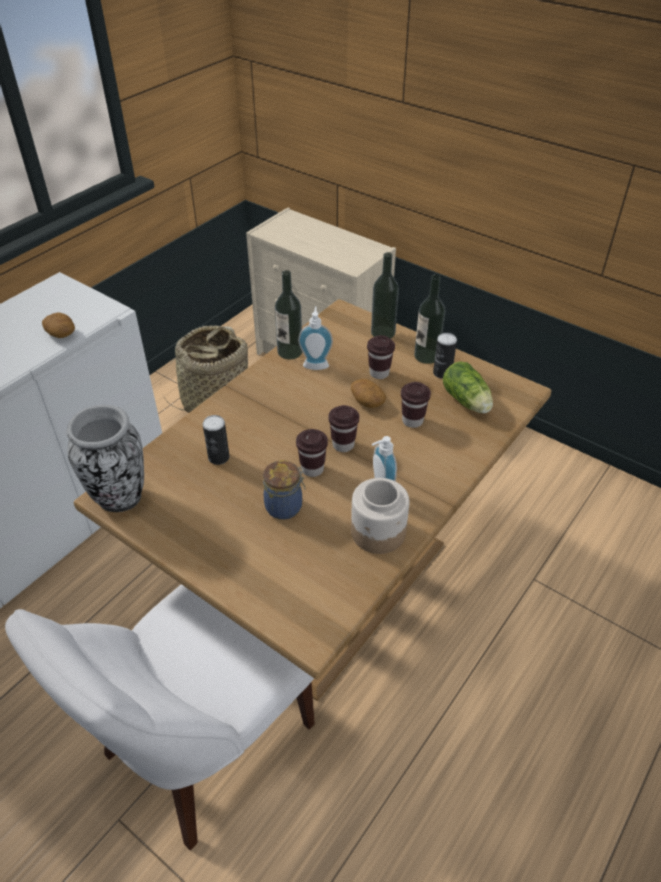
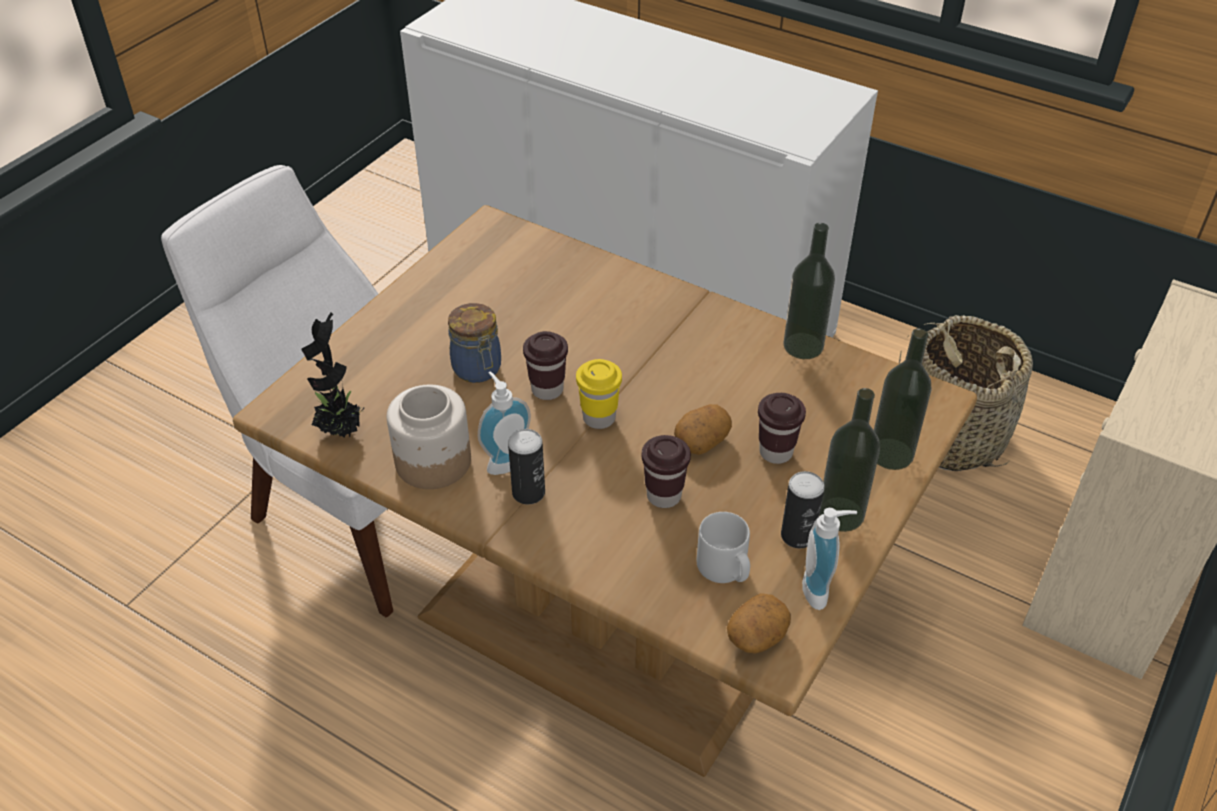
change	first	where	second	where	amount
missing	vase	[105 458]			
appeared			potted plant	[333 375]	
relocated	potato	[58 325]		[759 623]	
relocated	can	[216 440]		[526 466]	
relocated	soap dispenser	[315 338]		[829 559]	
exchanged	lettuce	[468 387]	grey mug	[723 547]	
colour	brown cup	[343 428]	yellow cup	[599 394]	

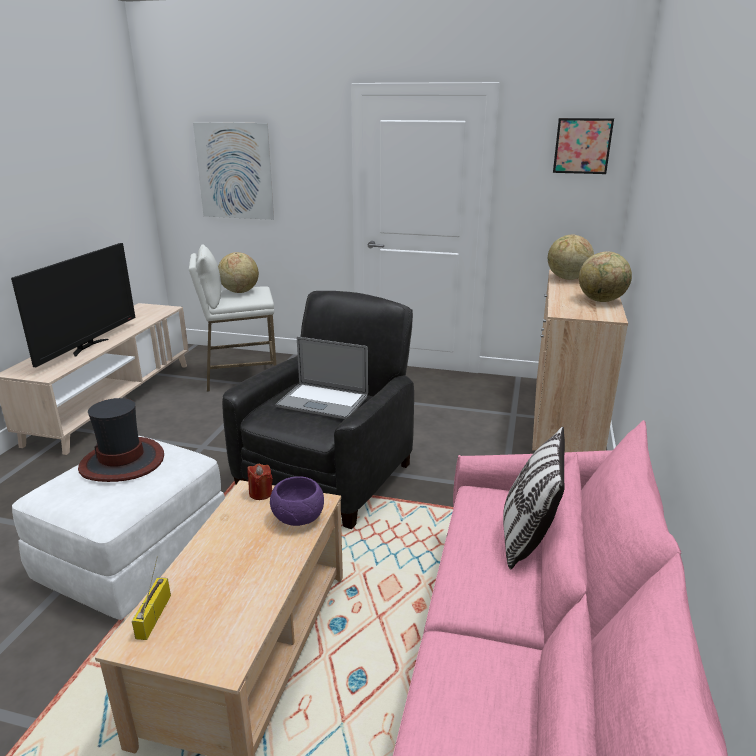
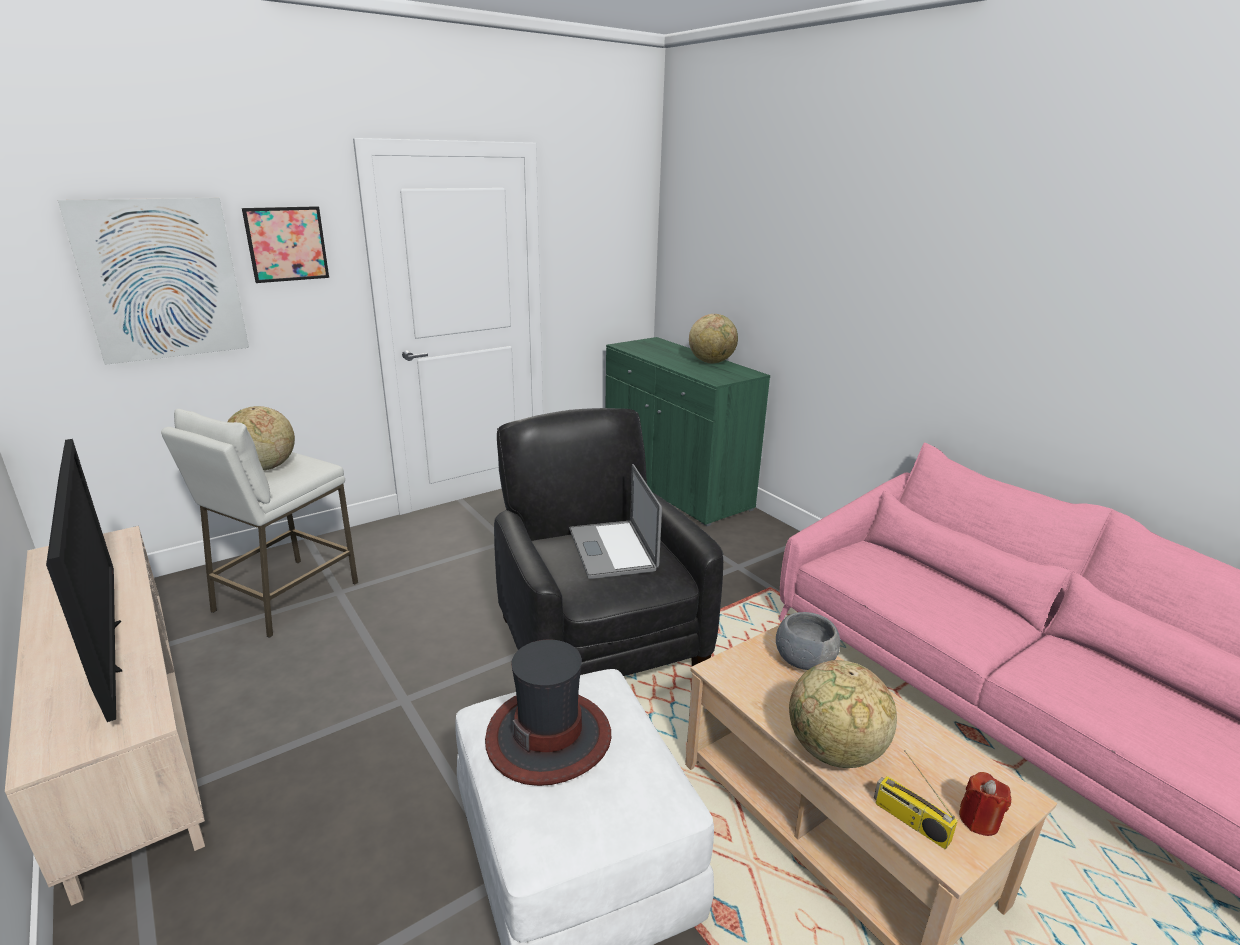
change	first	where	second	where	amount
missing	pillow	[534 498]			
relocated	red candle	[260 482]		[985 804]	
relocated	globe	[571 257]		[843 714]	
relocated	picture	[583 146]		[285 244]	
colour	purple bowl	[297 501]	grey bowl	[808 641]	
colour	beige cabinet	[580 361]	green cabinet	[687 431]	
spun	laptop	[321 377]		[615 521]	105 degrees clockwise

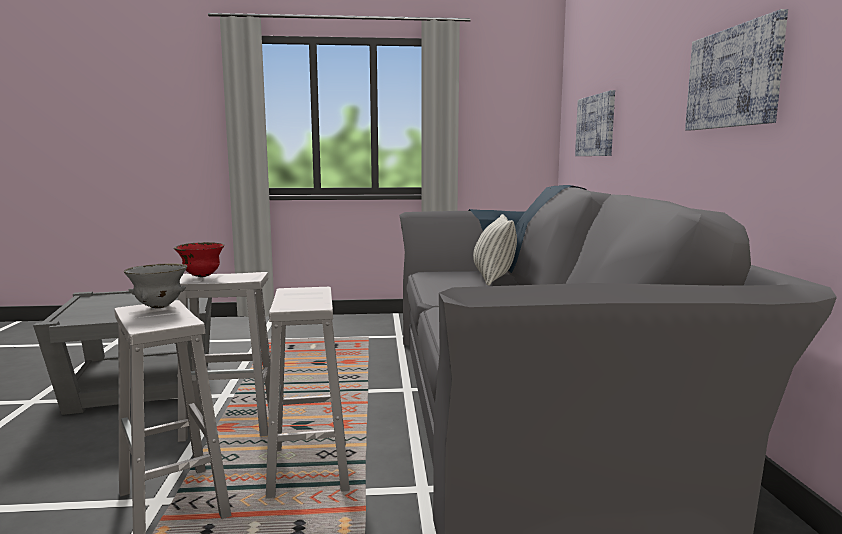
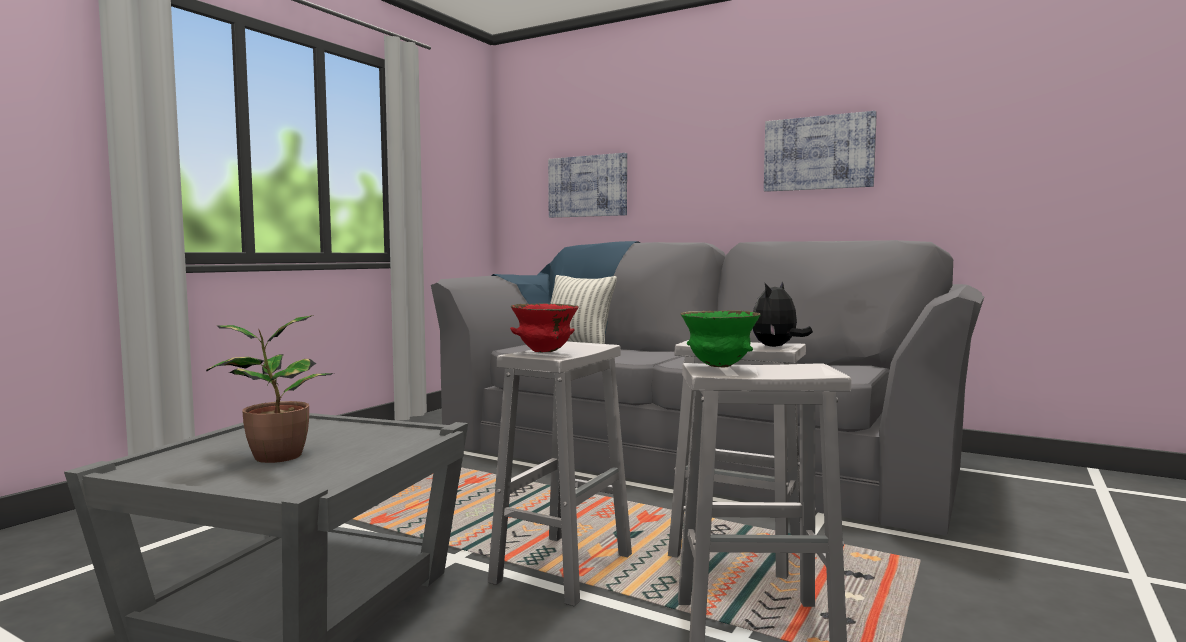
change	first	where	second	where	amount
appeared			potted plant	[269 389]	
appeared			plush toy	[783 314]	
colour	grey bowl	[155 285]	green bowl	[720 339]	

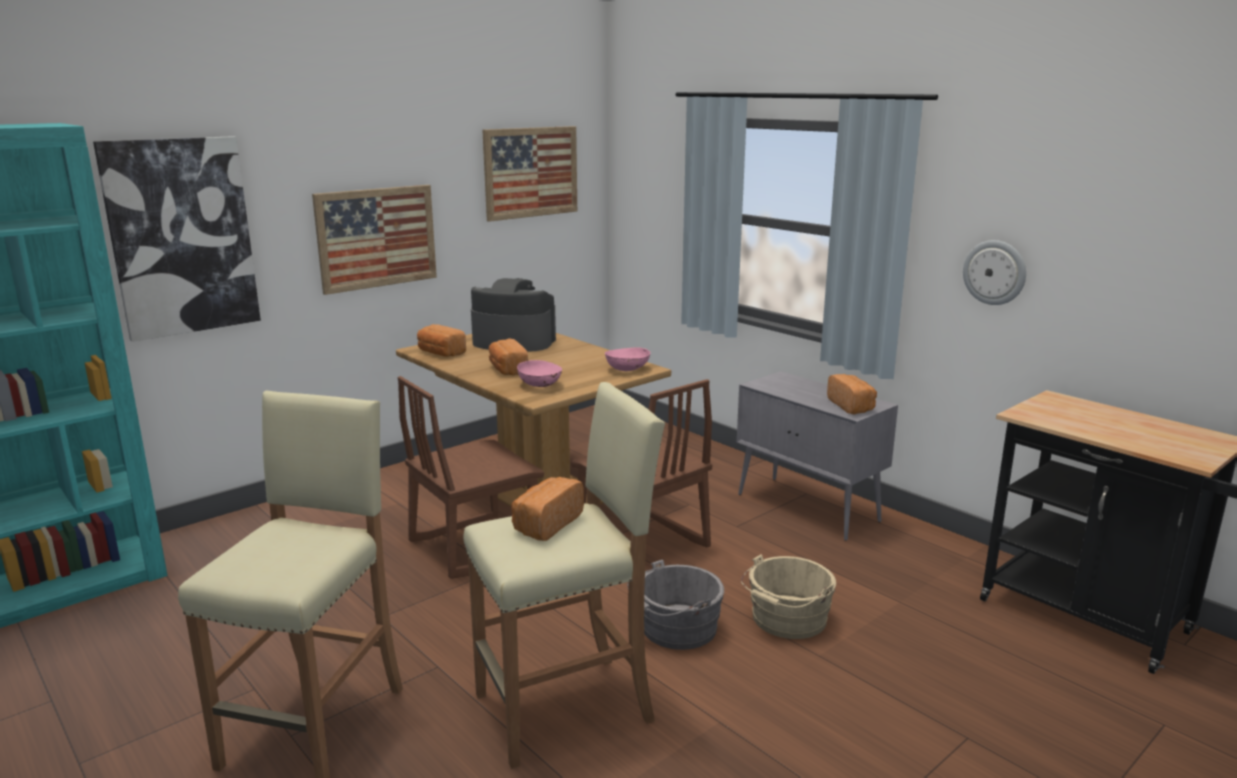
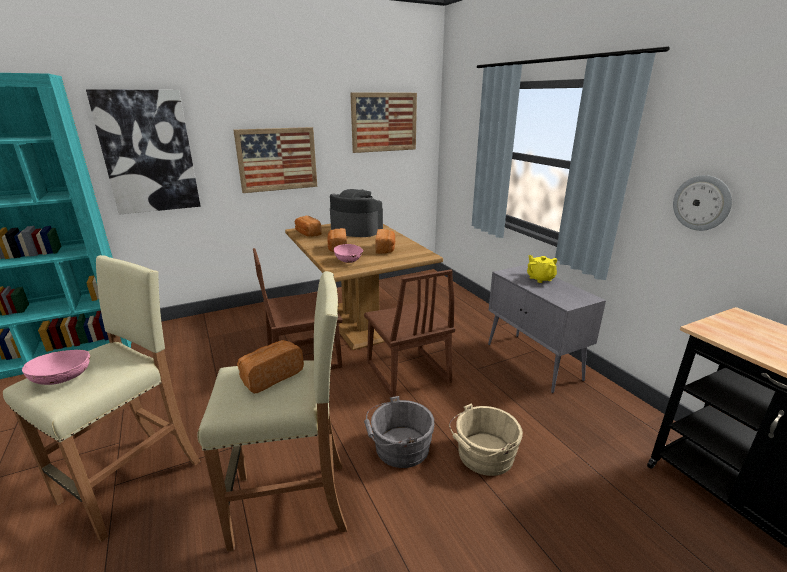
change	first	where	second	where	amount
appeared			yellow teapot	[542 269]	
relocated	pink bowl	[627 359]		[56 367]	
relocated	bread	[852 394]		[385 241]	

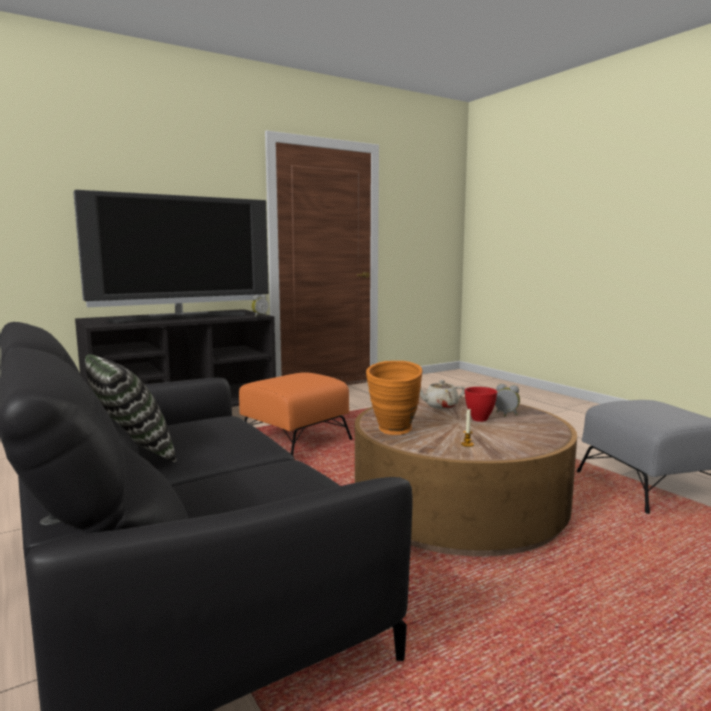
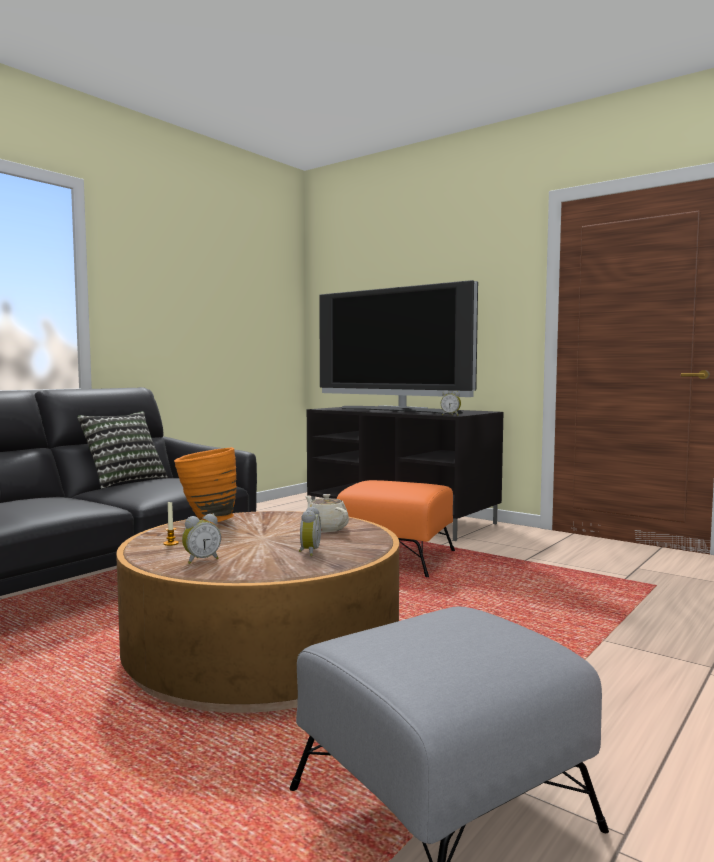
change	first	where	second	where	amount
missing	red bowl	[481 404]			
appeared			alarm clock	[201 539]	

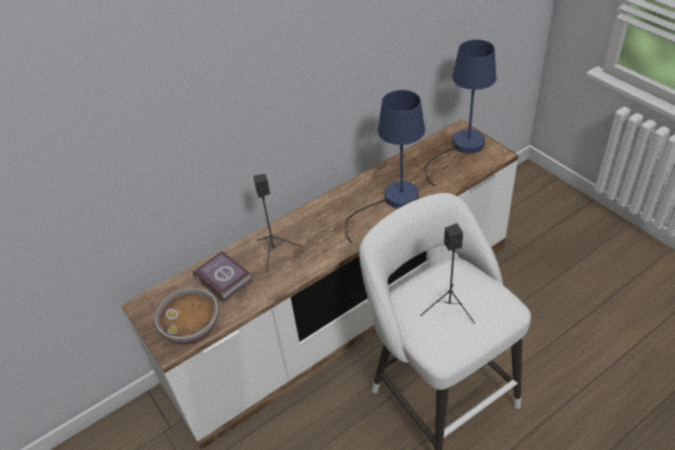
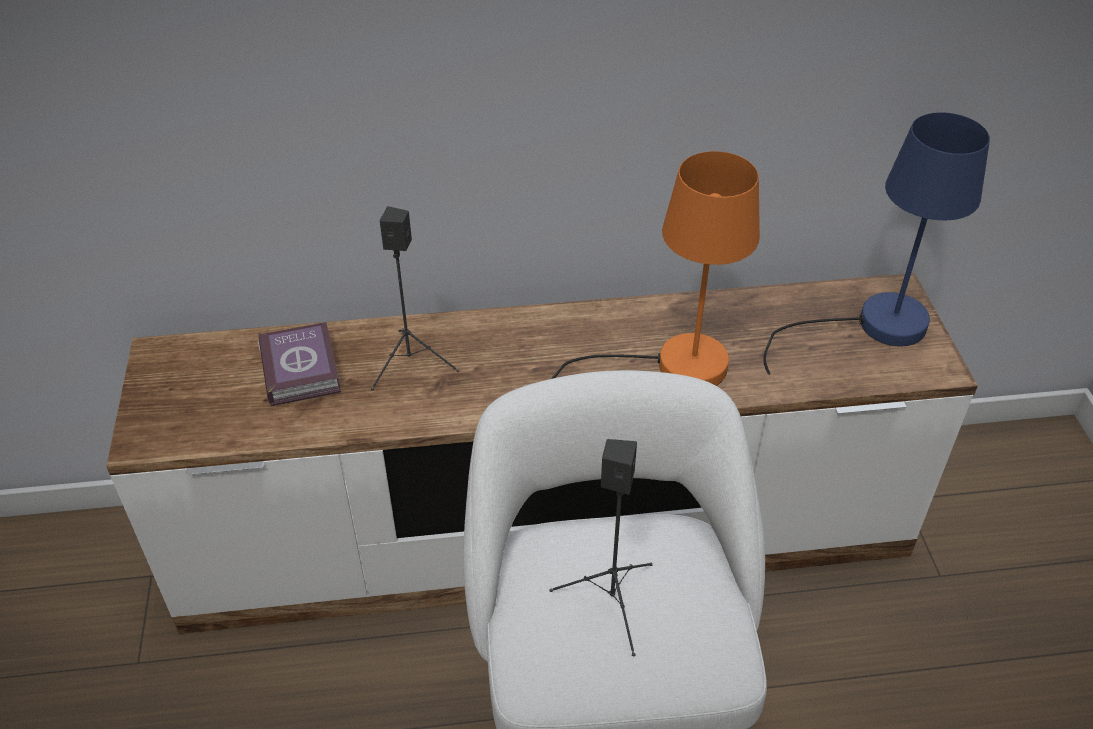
change	first	where	second	where	amount
missing	bowl	[187 316]			
colour	blue table lamp	[385 166]	orange table lamp	[655 268]	

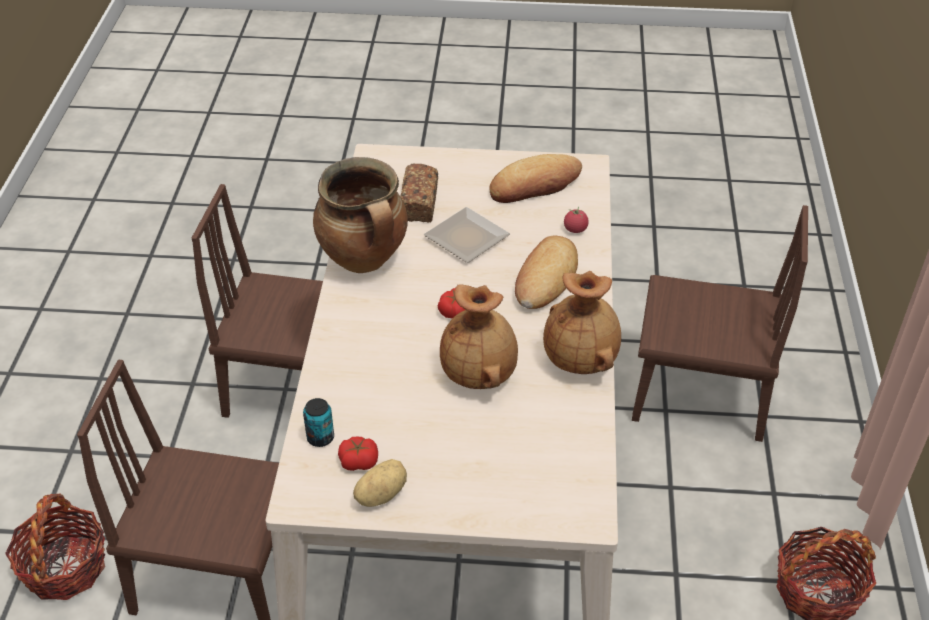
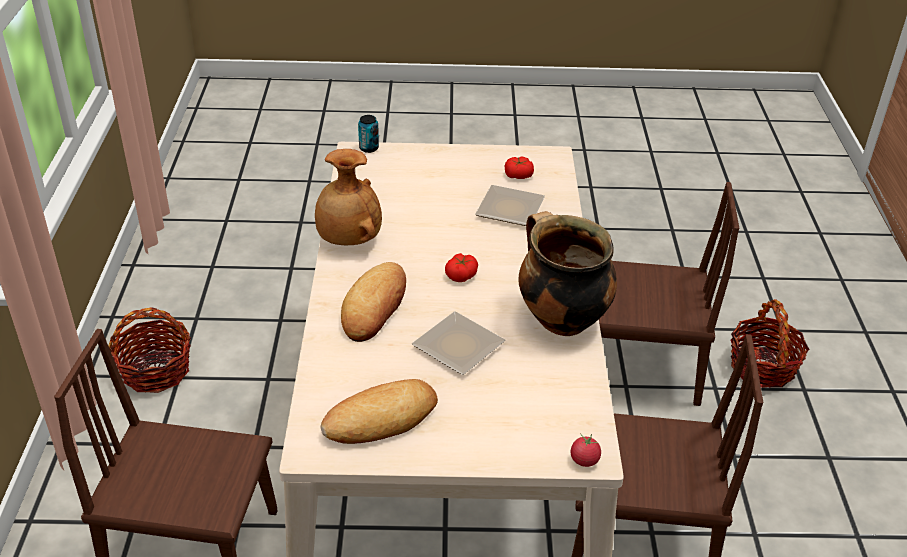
change	first	where	second	where	amount
missing	potato	[380 483]			
missing	bread	[419 193]			
missing	brown vase	[479 336]			
appeared			plate	[510 205]	
relocated	can	[318 422]		[368 134]	
relocated	tomato	[576 220]		[586 450]	

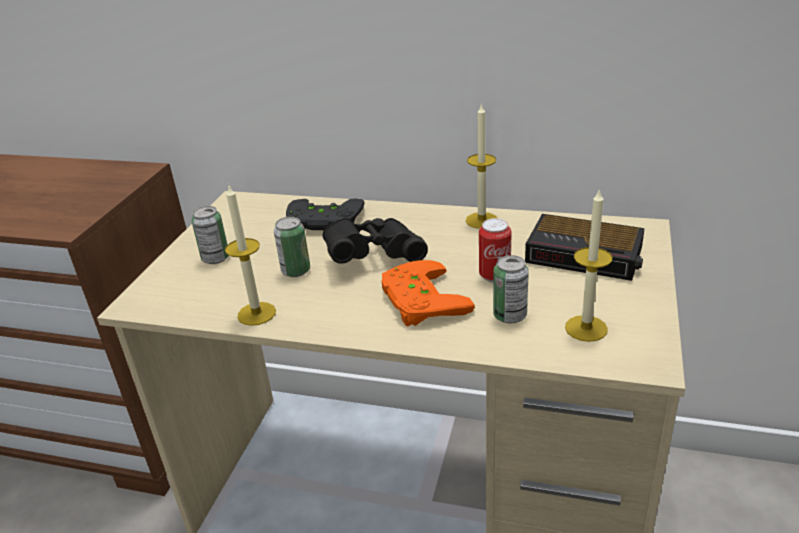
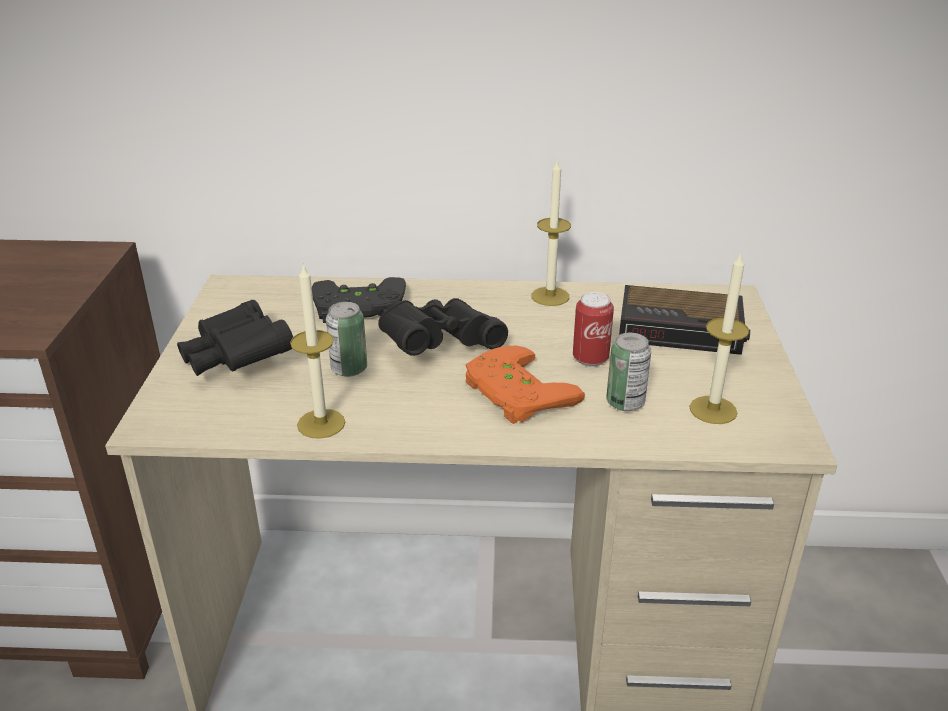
change	first	where	second	where	amount
exchanged	can	[210 235]	black binoculars	[235 338]	

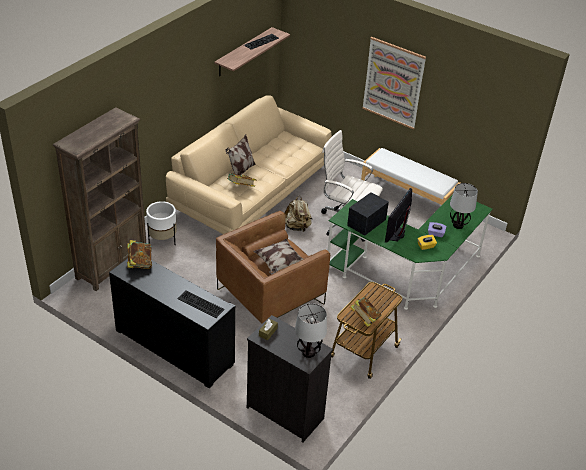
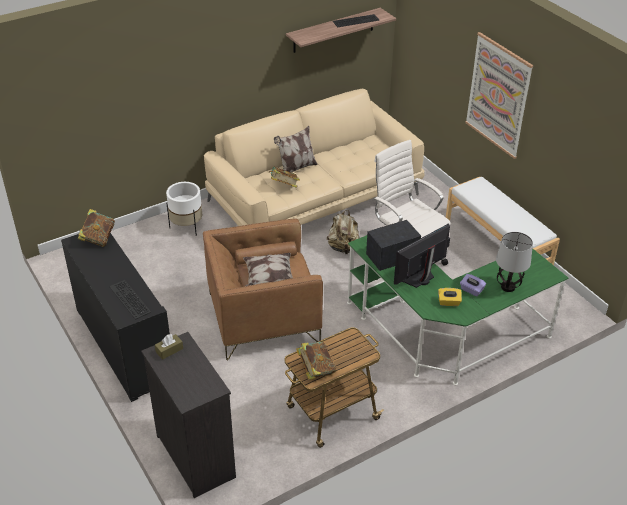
change	first	where	second	where	amount
missing	brown bookcase	[99 199]			
missing	table lamp	[311 330]			

